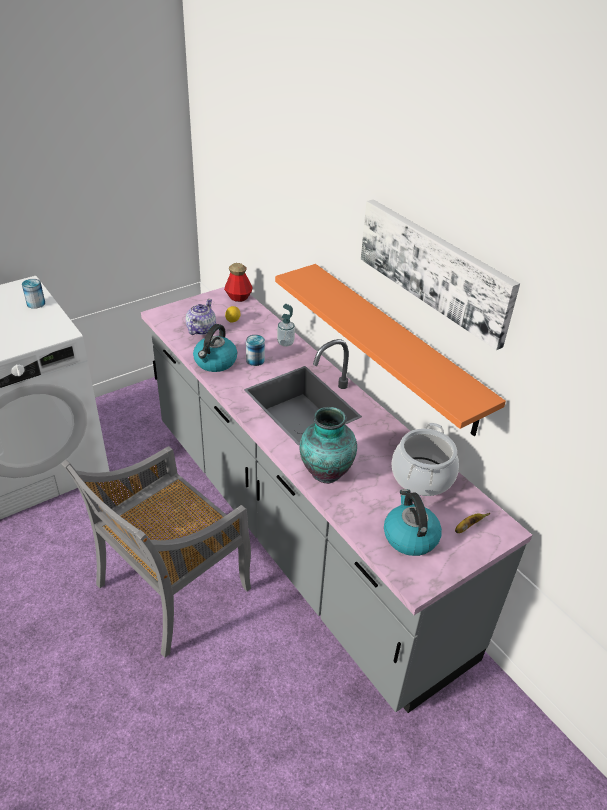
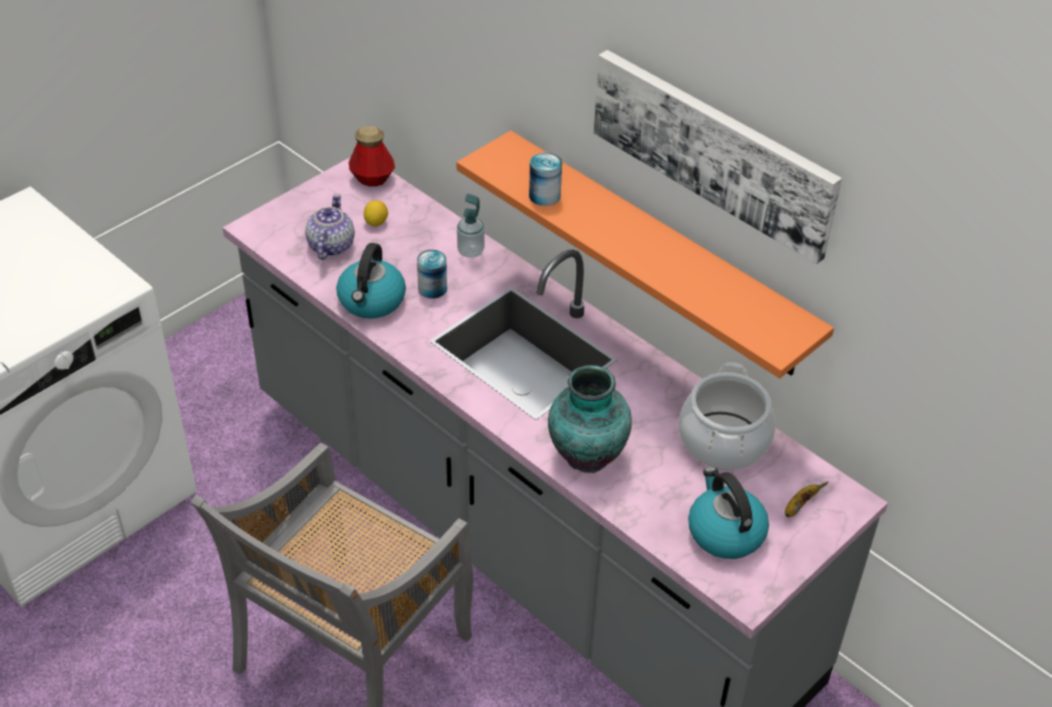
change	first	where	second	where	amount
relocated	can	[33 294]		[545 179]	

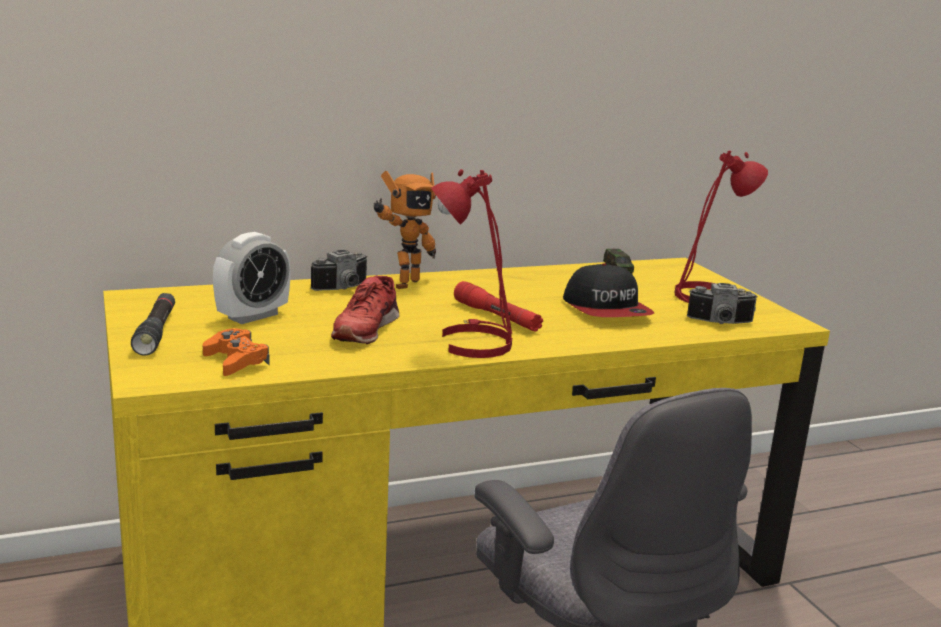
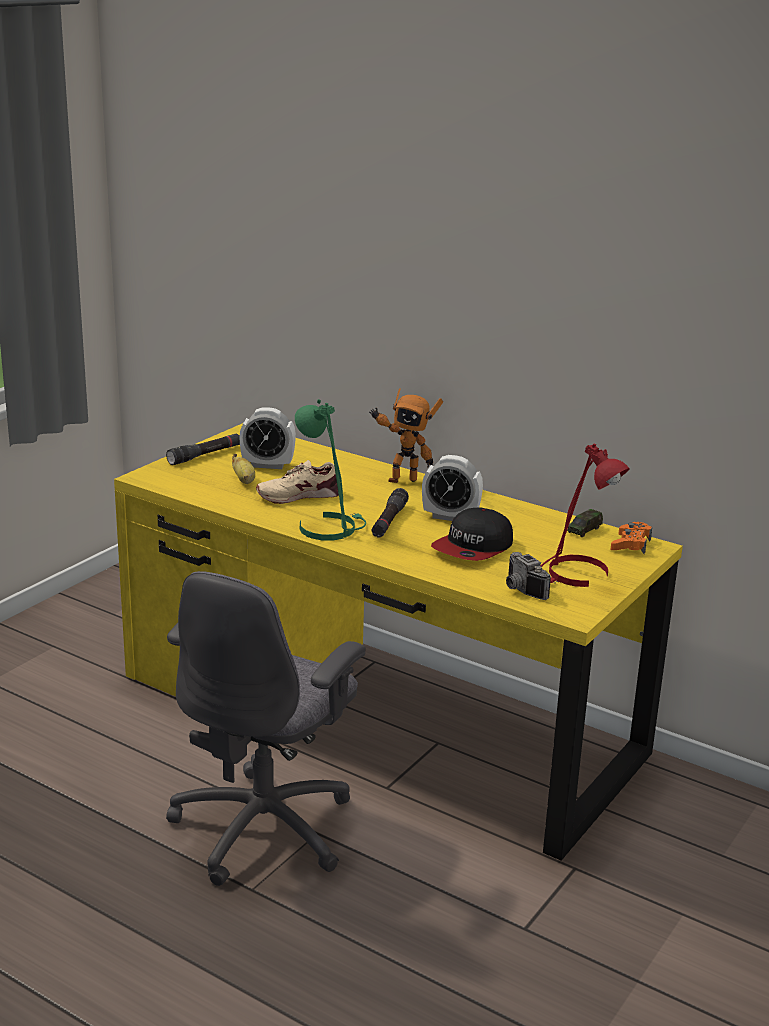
change	first	where	second	where	amount
missing	photo camera	[339 270]			
appeared			banana	[243 469]	
appeared			alarm clock	[452 488]	
relocated	orange game controller	[236 352]		[631 538]	
colour	red shoe	[365 309]	beige shoe	[297 482]	
colour	red table lamp	[471 263]	green table lamp	[330 470]	
colour	red flashlight	[498 306]	black flashlight	[390 513]	

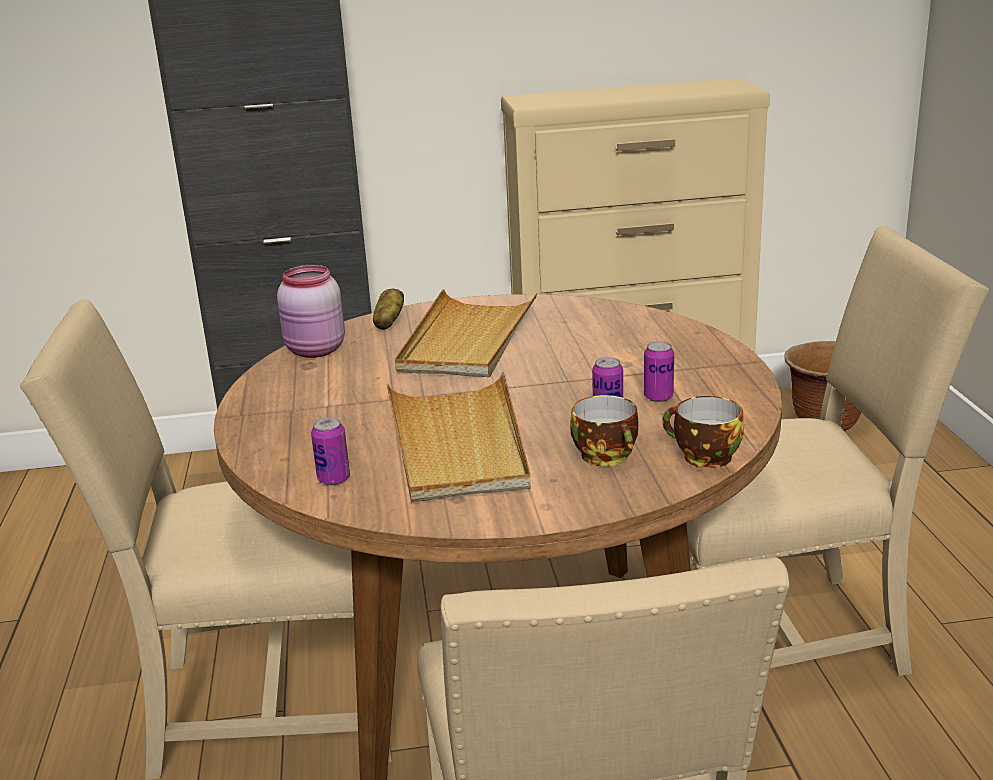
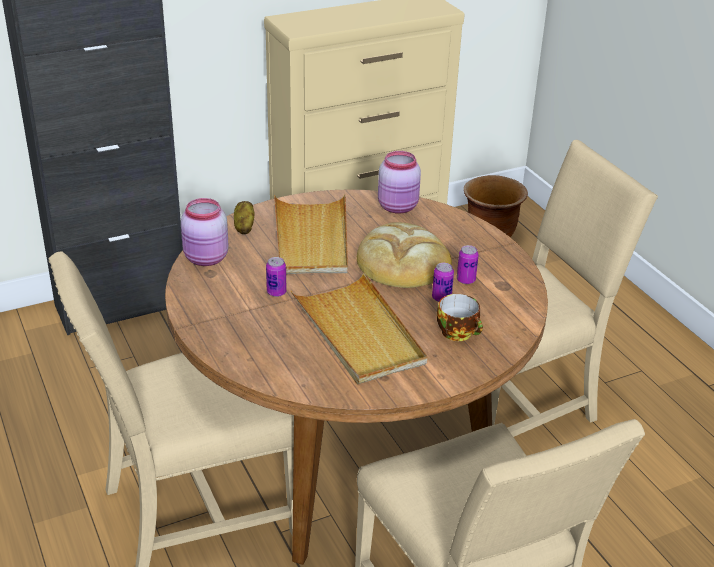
change	first	where	second	where	amount
missing	cup	[703 432]			
appeared			bread	[404 255]	
appeared			pink jar	[399 182]	
relocated	can	[330 451]		[276 277]	

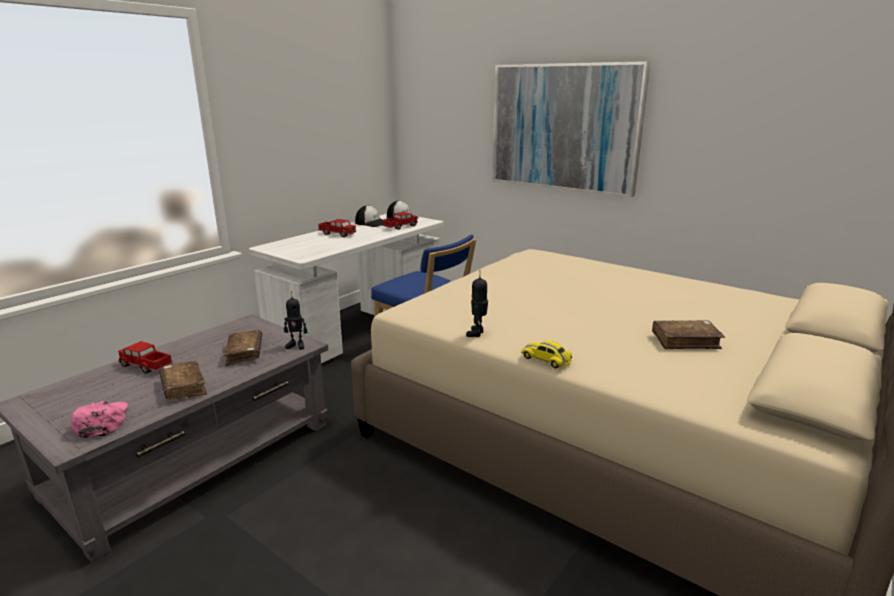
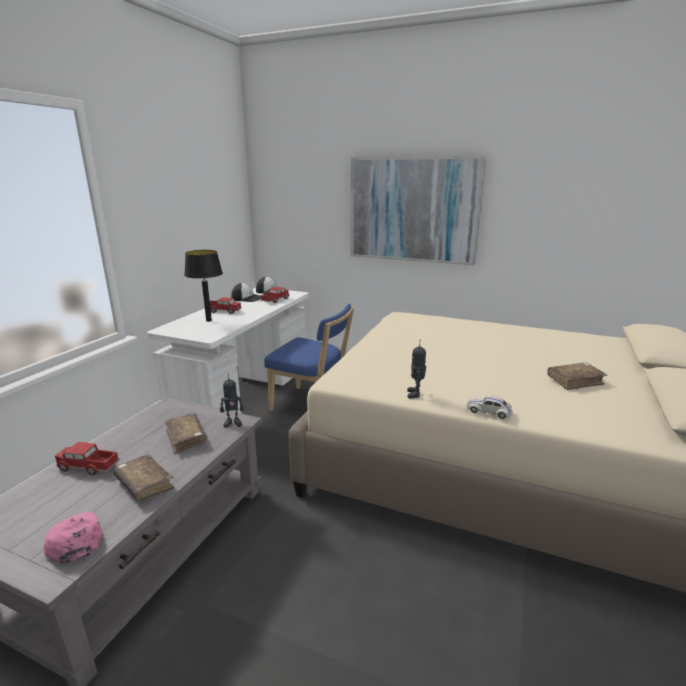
change	first	where	second	where	amount
appeared			black table lamp	[203 286]	
colour	yellow toy car	[546 354]	white toy car	[490 407]	

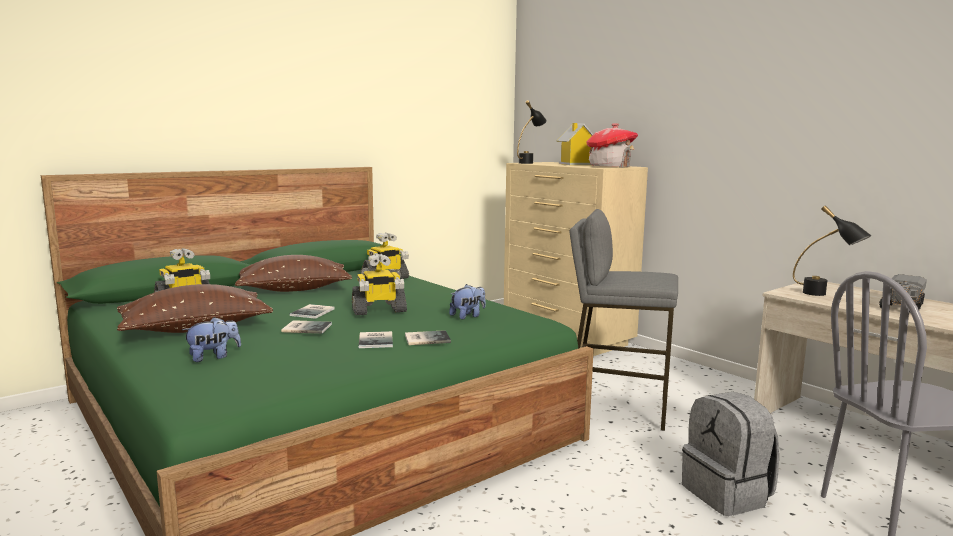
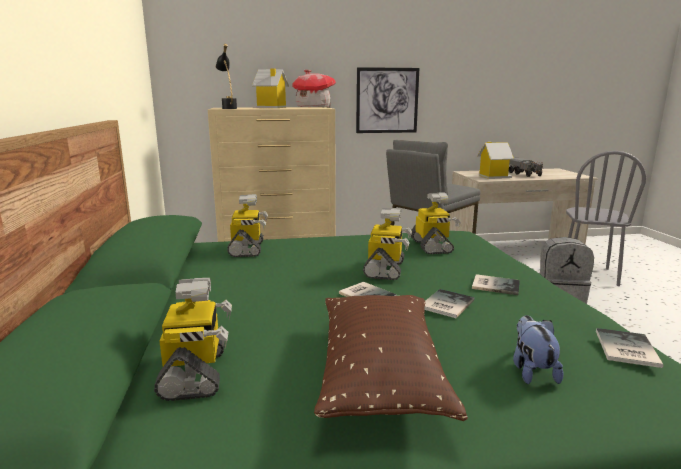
change	first	where	second	where	amount
missing	brown pillow	[293 273]			
appeared			picture	[387 100]	
relocated	book	[428 337]		[630 348]	
exchanged	plush toy	[467 302]	toy robot	[436 223]	
exchanged	black table lamp	[832 251]	toy house	[495 160]	

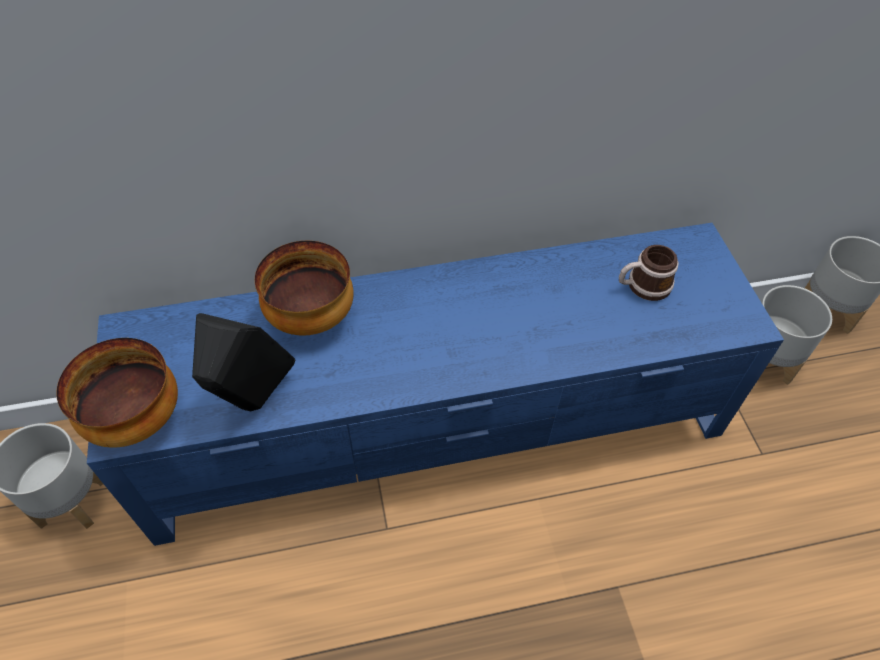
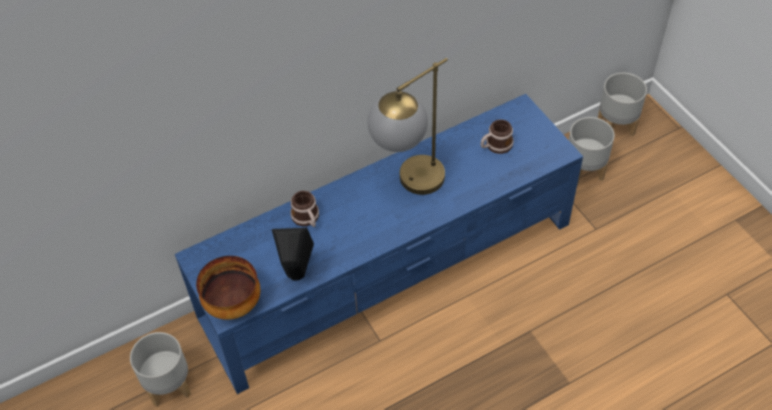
change	first	where	second	where	amount
appeared			table lamp	[407 126]	
exchanged	bowl	[304 288]	mug	[304 209]	

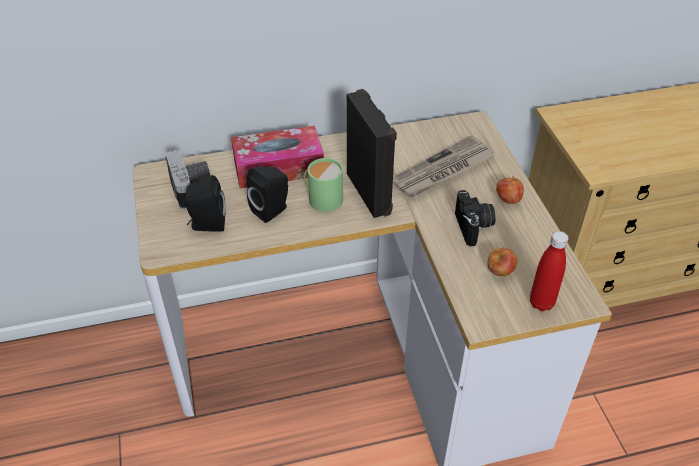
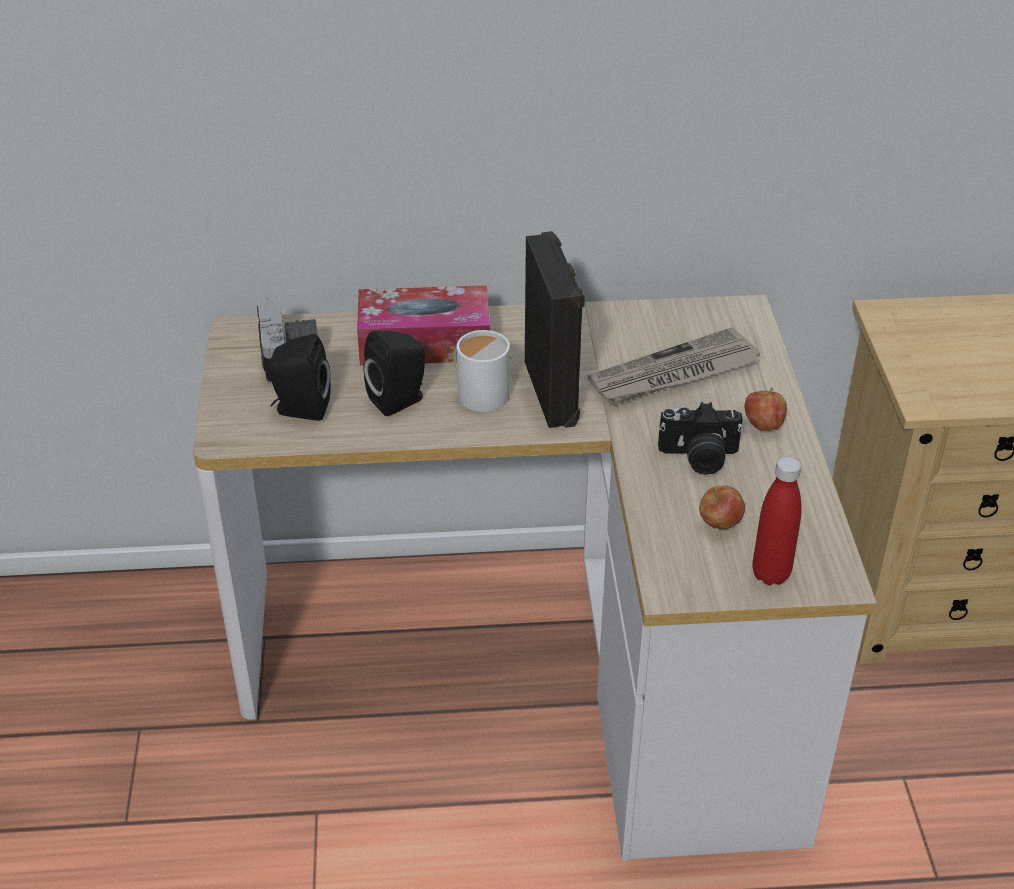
change	first	where	second	where	amount
colour	green mug	[323 185]	white mug	[482 371]	
spun	photo camera	[475 218]		[700 438]	90 degrees clockwise

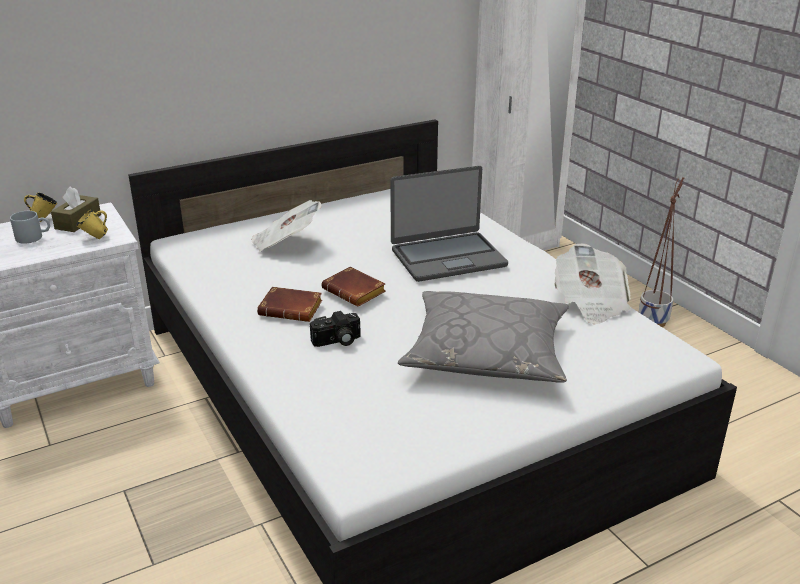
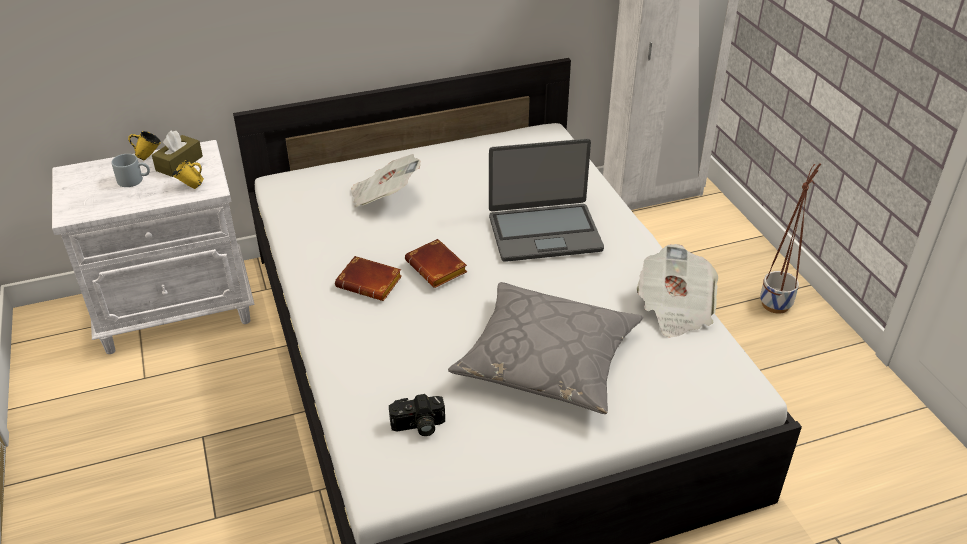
change	first	where	second	where	amount
relocated	photo camera	[335 329]		[417 415]	

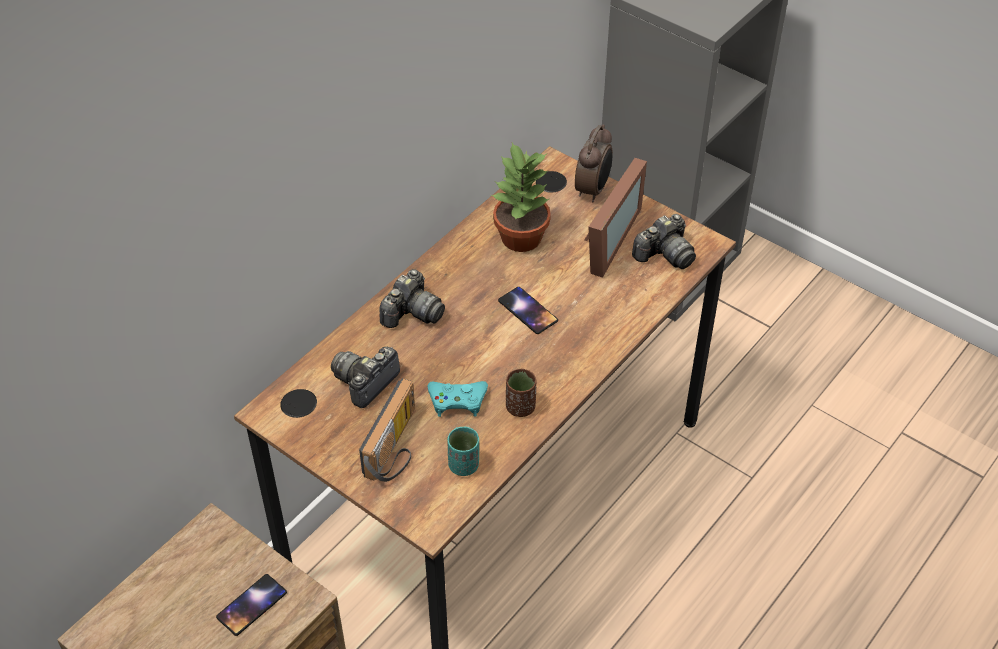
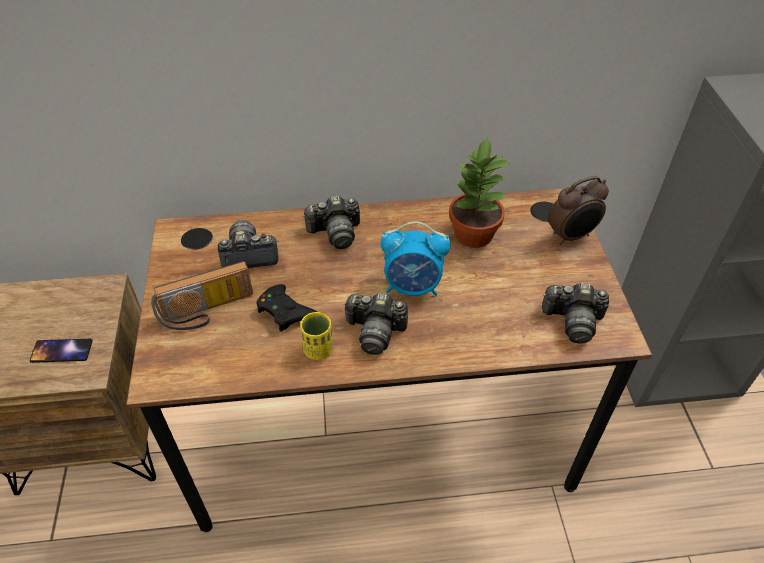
change	first	where	second	where	amount
missing	turquoise cup	[463 451]			
missing	picture frame	[615 218]			
appeared			photo camera	[375 324]	
exchanged	phone	[528 310]	alarm clock	[416 258]	
colour	turquoise game controller	[458 399]	black game controller	[286 308]	
colour	brown cup	[521 393]	yellow cup	[316 336]	

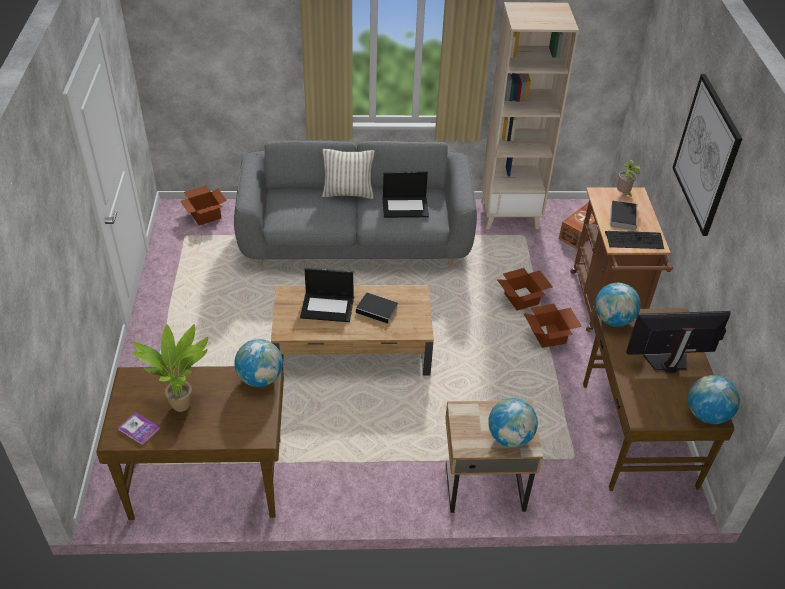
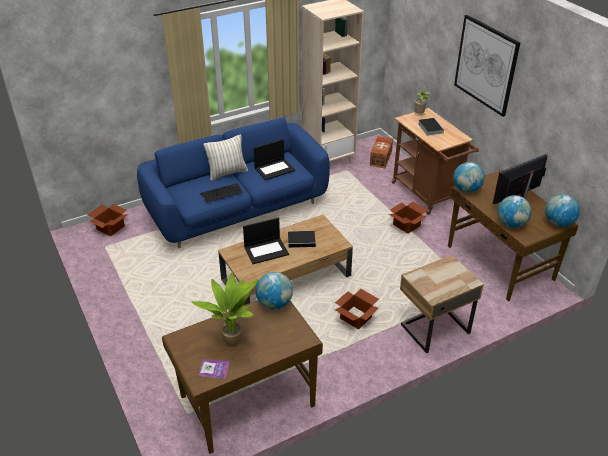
change	first	where	second	where	amount
relocated	globe	[513 422]		[514 211]	
relocated	cardboard box	[525 289]		[357 309]	
relocated	keyboard	[634 240]		[222 193]	
colour	grey sofa	[355 203]	blue sofa	[233 182]	

